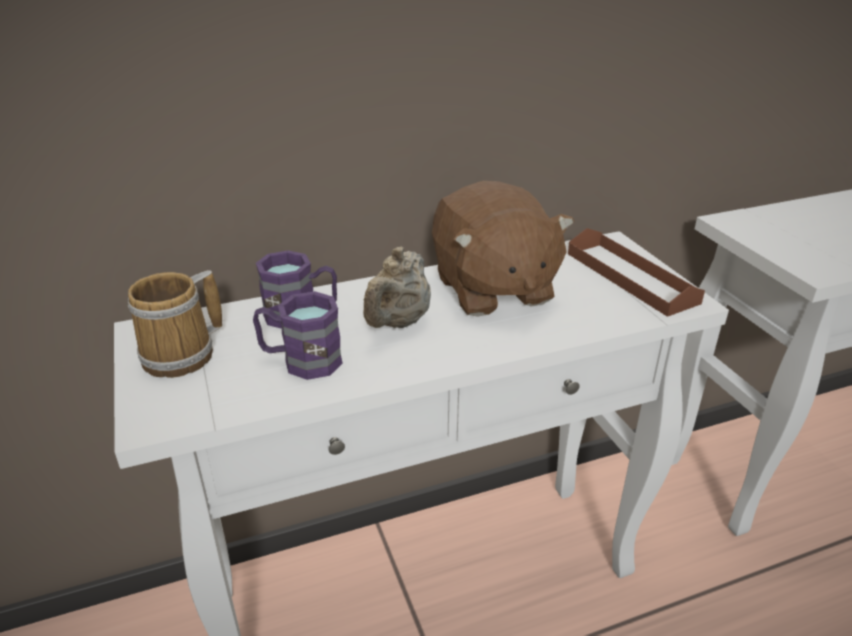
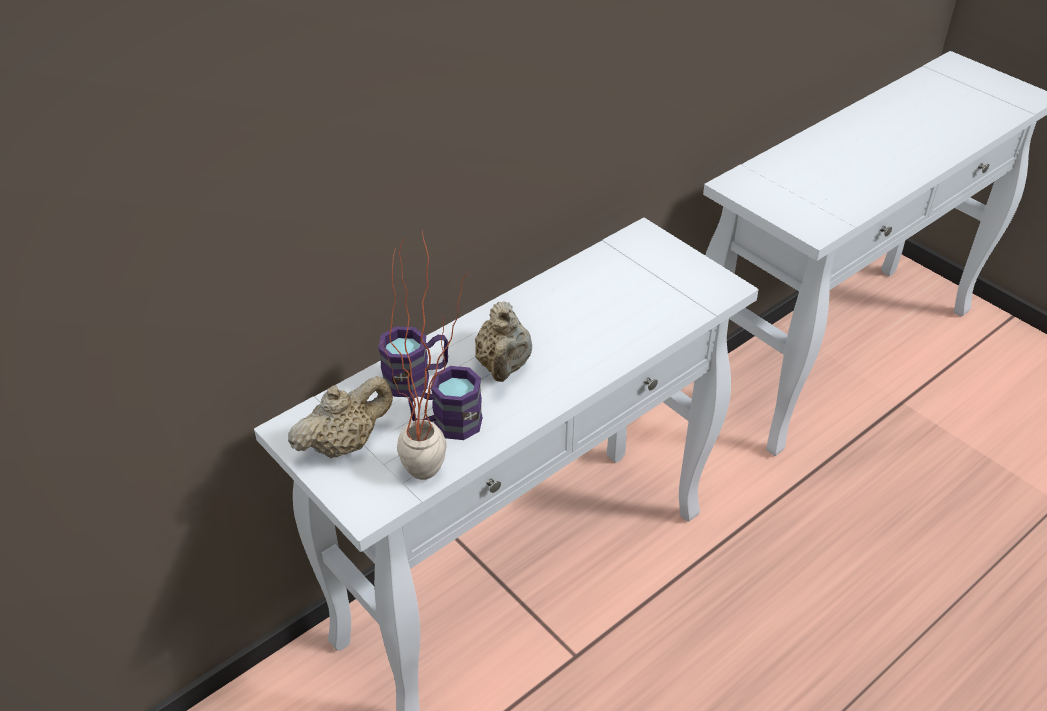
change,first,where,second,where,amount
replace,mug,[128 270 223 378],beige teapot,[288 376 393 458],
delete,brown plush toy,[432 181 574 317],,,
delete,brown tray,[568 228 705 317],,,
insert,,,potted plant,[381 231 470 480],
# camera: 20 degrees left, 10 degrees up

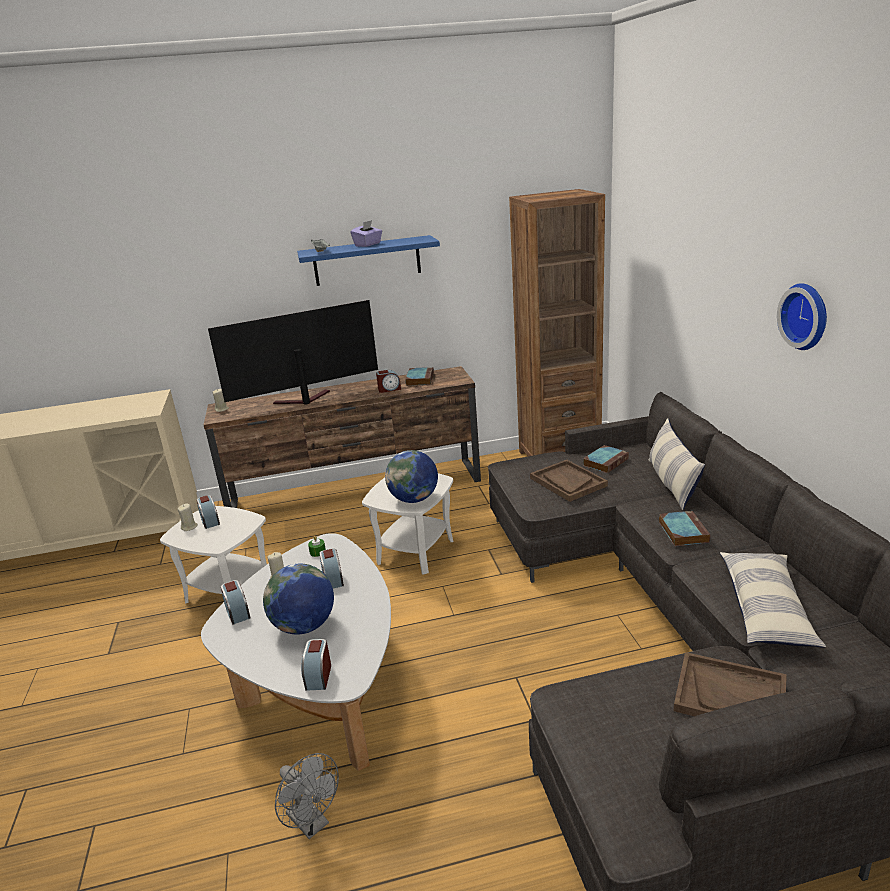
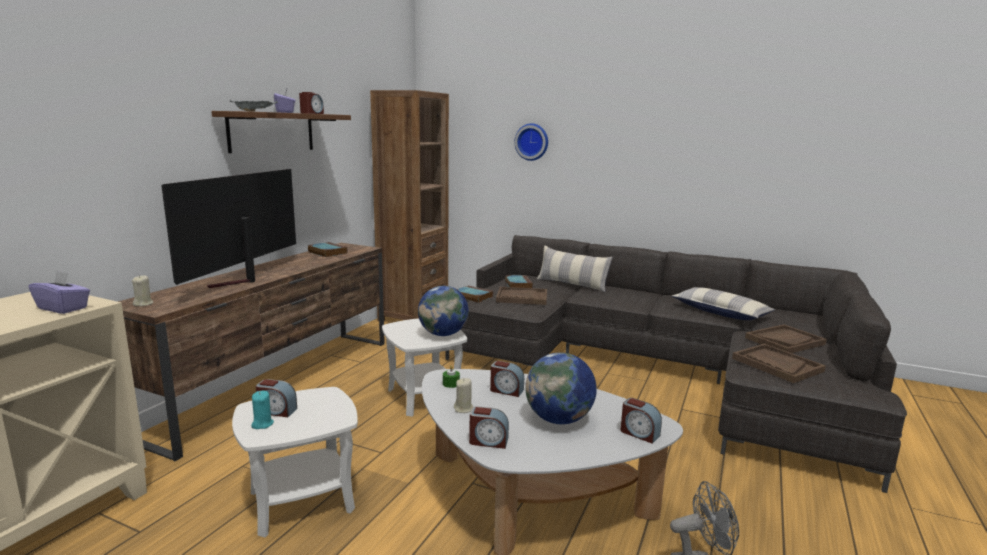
change,first,where,second,where,amount
recolor,beige candle,[178 504 198 531],turquoise candle,[251 391 274 429],
recolor,blue shelf,[297 235 440 286],brown shelf,[211 111 351 153],
move,alarm clock,[376 370 401 393],,[299 92 324 114],
move,book,[659 511 711 546],,[457 285 493 303],
move,wall clock,[777 283 827 350],,[514 123 548 161],
insert,,,purple tissue box,[29 271 90 314],
insert,,,brown tray,[732 344 826 383],
# camera: 55 degrees left, 10 degrees down

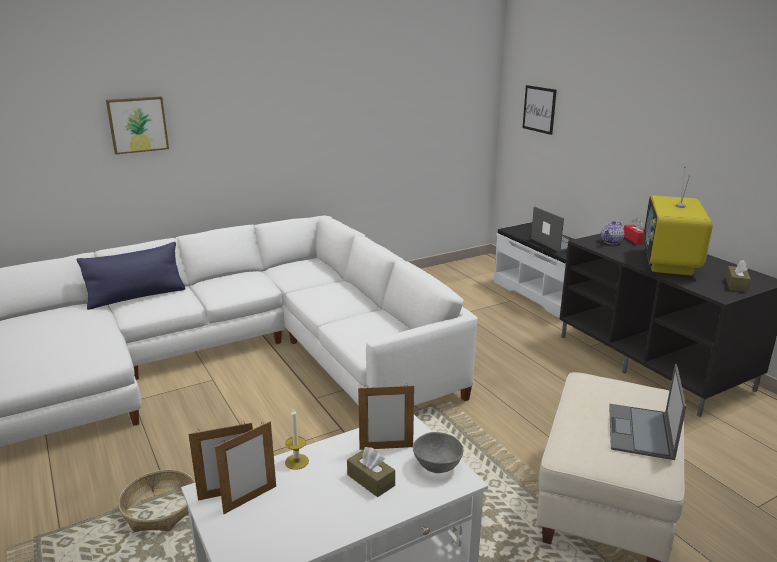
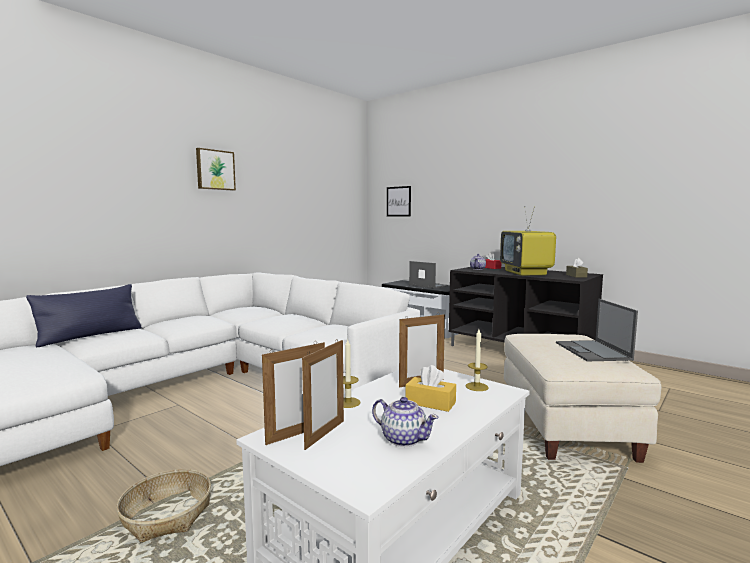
change,first,where,second,where,amount
move,picture,[106 96 169 154],,[196 148 236 190],
recolor,brown tissue box,[347 447 395 497],yellow tissue box,[405 365 456 412],
replace,grey bowl,[413 432 463 473],candle,[466 329 489 391],
insert,,,teapot,[372 397 439 447],
# camera: 20 degrees left, 15 degrees down

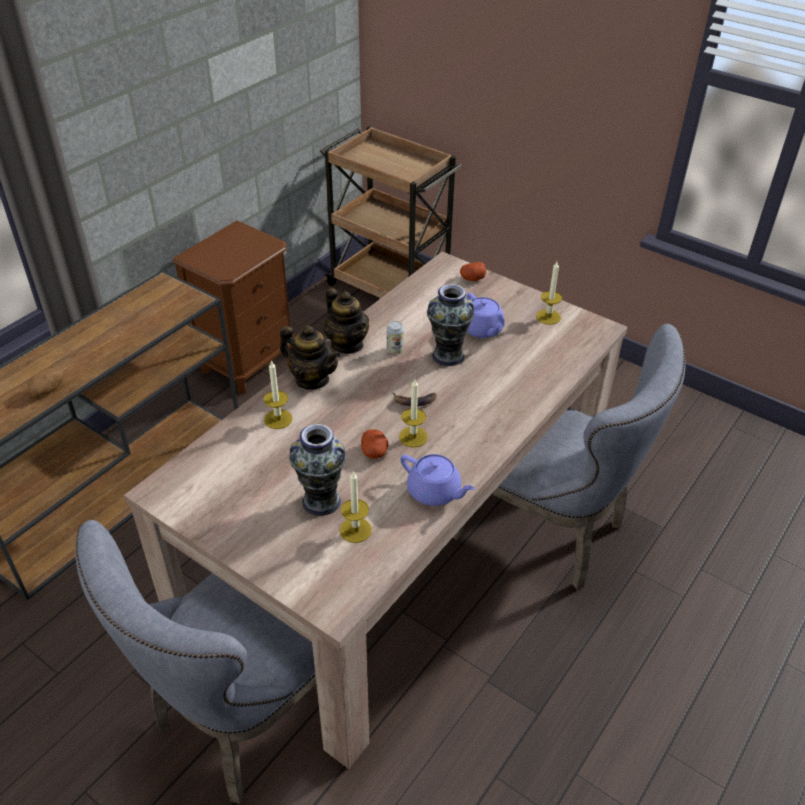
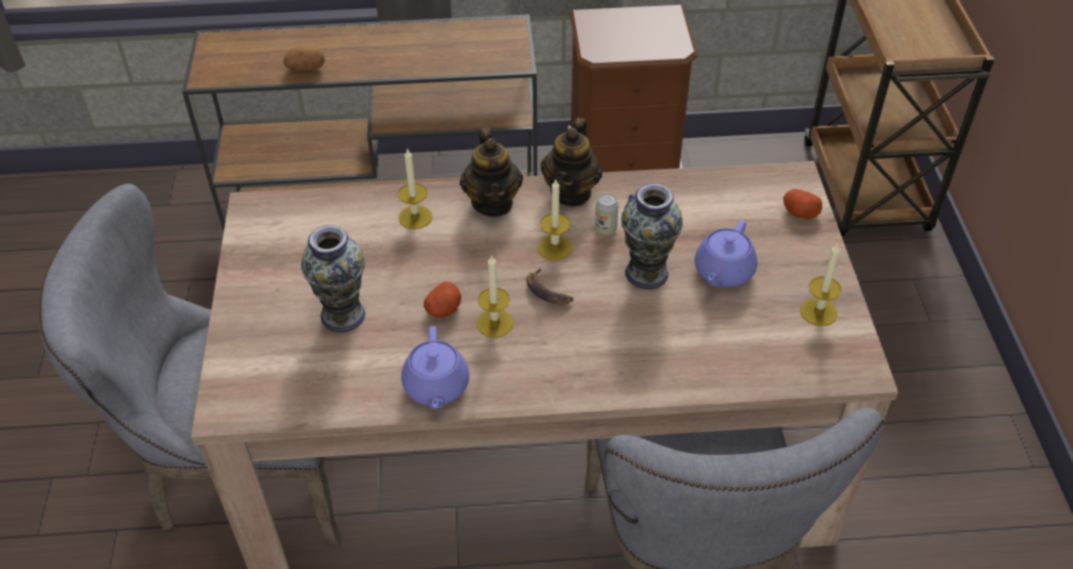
change,first,where,second,where,amount
move,candle,[339 472 372 543],,[538 178 572 260],
# camera: 50 degrees right, 5 degrees up

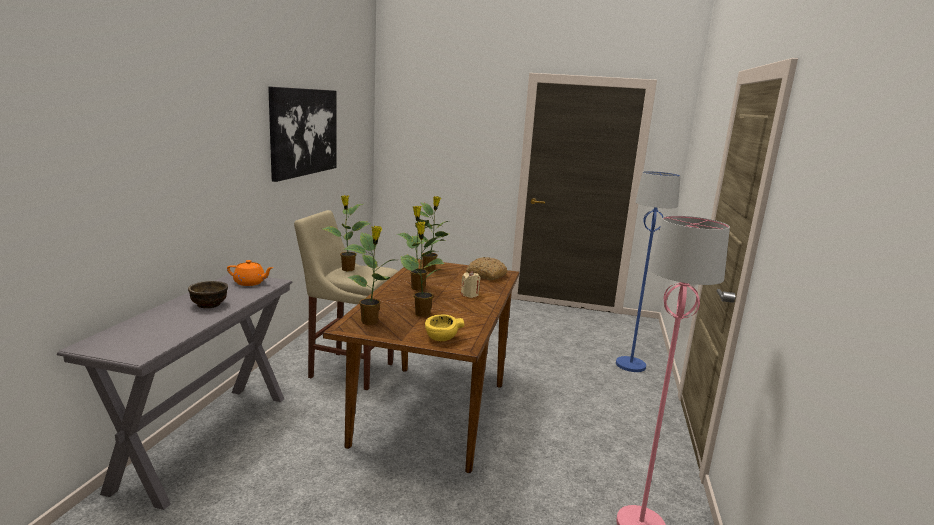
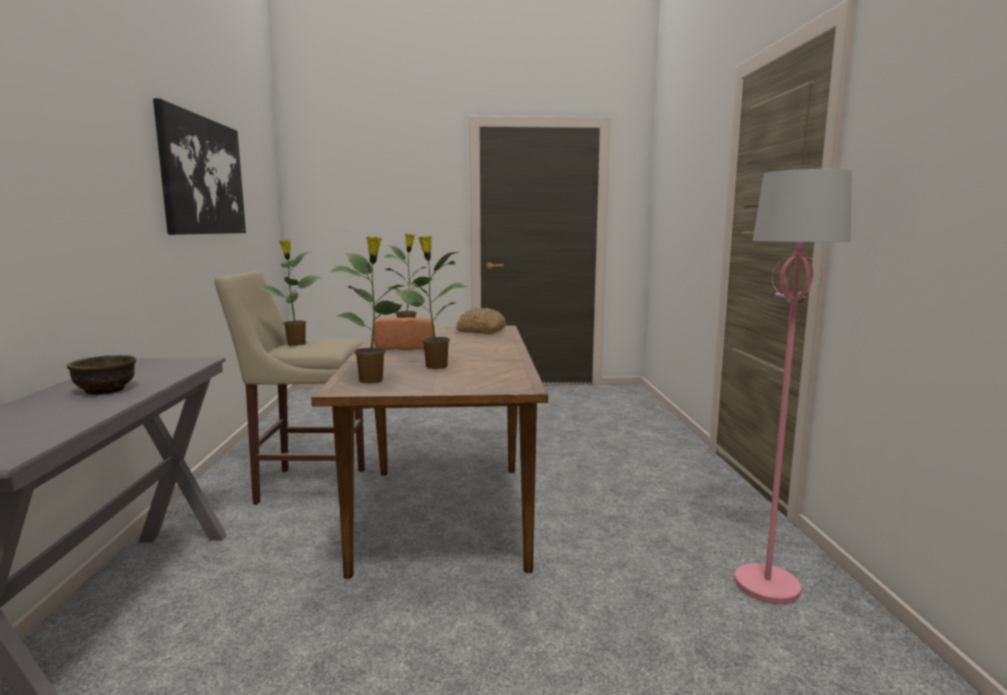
change,first,where,second,where,amount
delete,orange teapot,[227 260 274 286],,,
replace,potted plant,[397 206 441 291],bread,[374 318 434 350],
delete,yellow bowl,[425 315 464 341],,,
delete,beige candle,[461 271 481 298],,,
delete,blue floor lamp,[616 171 681 372],,,
# camera: 15 degrees left, 5 degrees down

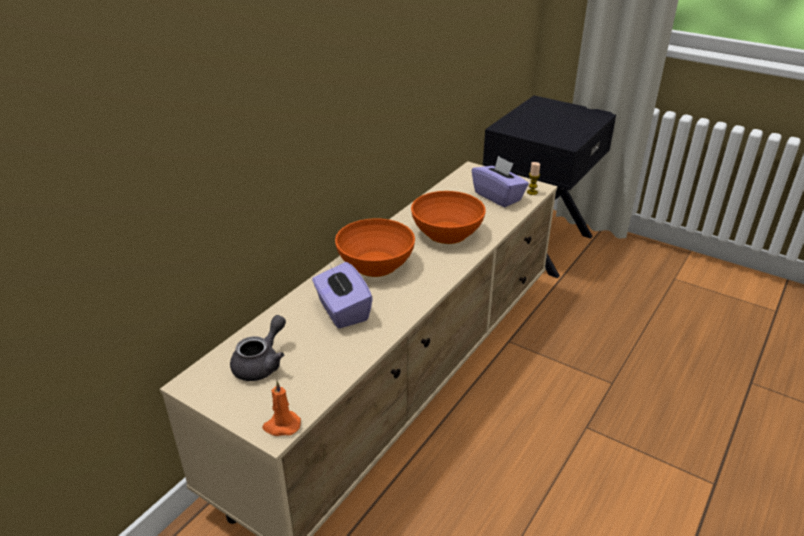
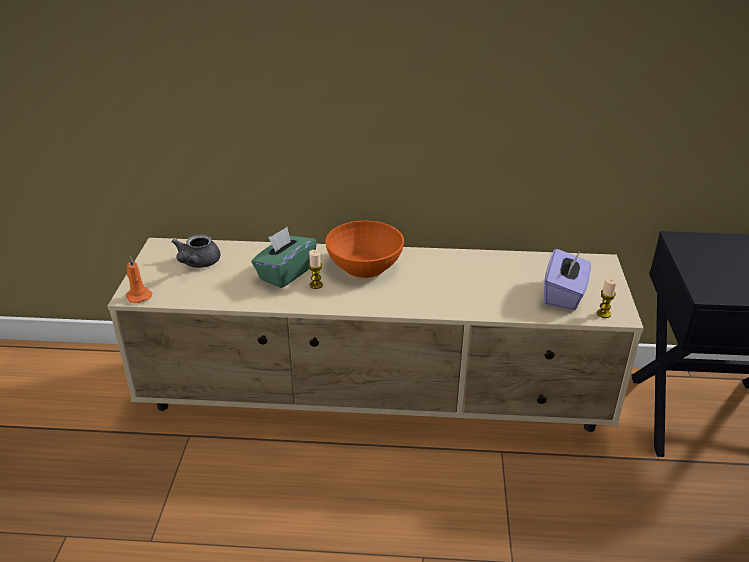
change,first,where,second,where,amount
rotate,grey teapot,[230 315 286 381],,[171 234 221 268],105 degrees clockwise
recolor,purple tissue box,[312 262 373 329],green tissue box,[251 227 317 288],
delete,orange bowl,[411 191 486 244],,,
insert,,,candle,[309 250 323 289],
# camera: 60 degrees right, 0 degrees up

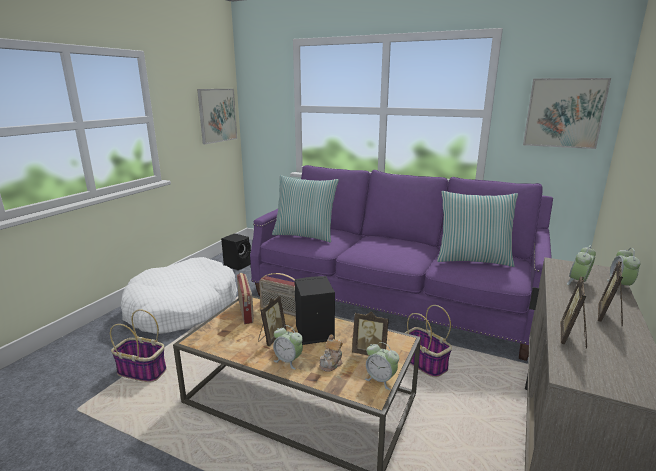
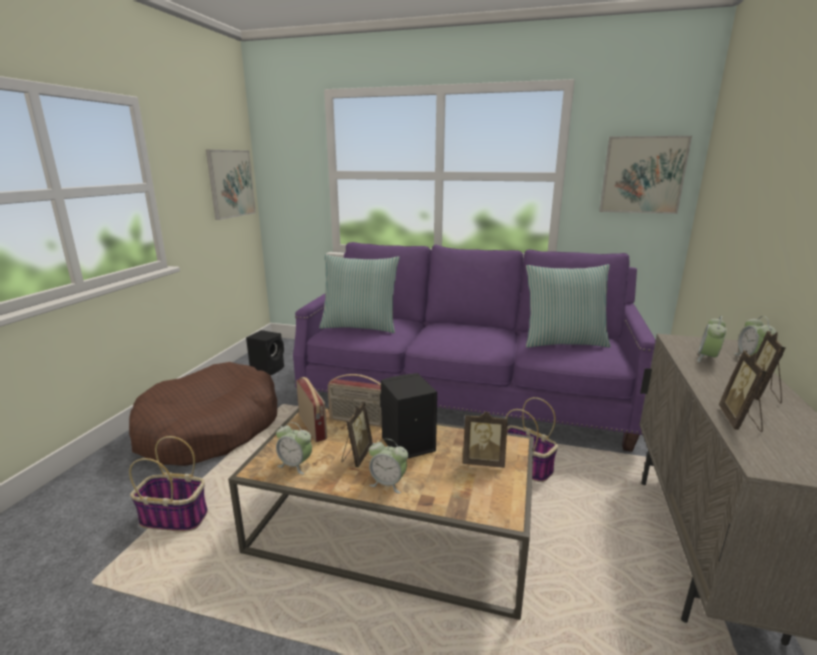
change,first,where,second,where,amount
recolor,white dog bed,[121 257 237 334],brown dog bed,[129 362 277 466],
delete,teapot,[320 334 343 372],,,
move,alarm clock,[365 342 399 390],,[276 422 312 474],
# camera: 10 degrees left, 0 degrees up

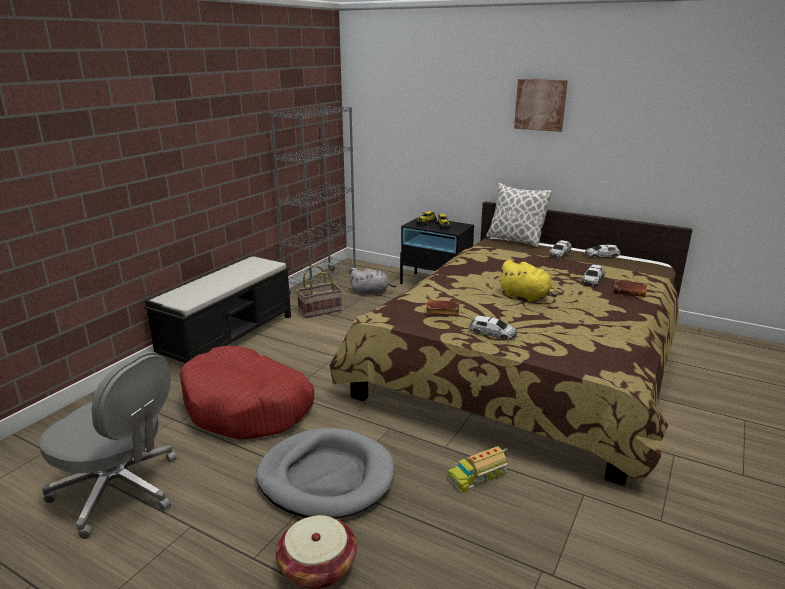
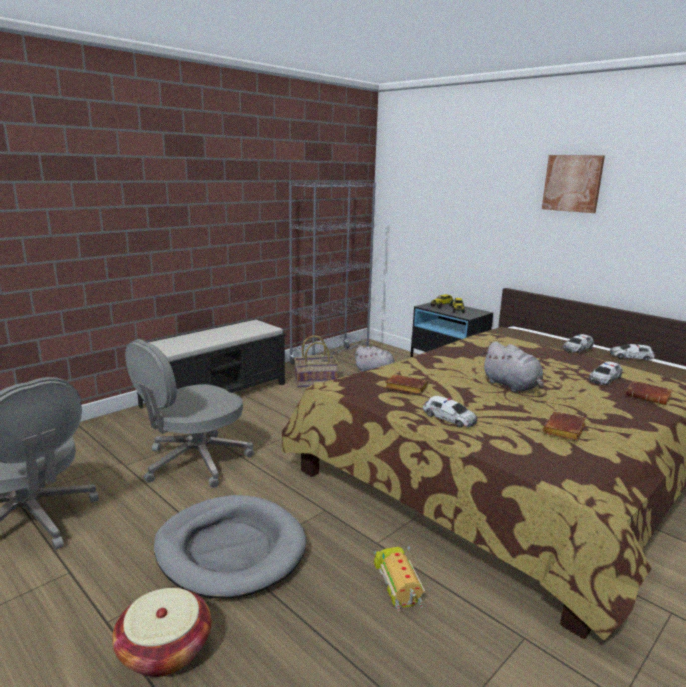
change,first,where,second,where,amount
replace,red dog bed,[180 346 314 440],grey office chair,[125 339 254 488],
rotate,toy truck,[447 446 508 493],,[374 546 425 611],90 degrees clockwise
delete,pillow,[486 183 552 247],,,
recolor,yellow plush toy,[498 260 557 302],grey plush toy,[482 341 544 392],
insert,,,brown book,[543 411 586 441],
# camera: 15 degrees right, 5 degrees down

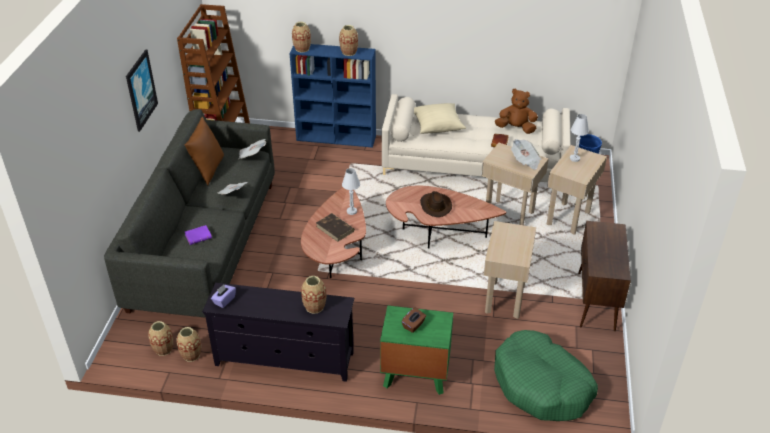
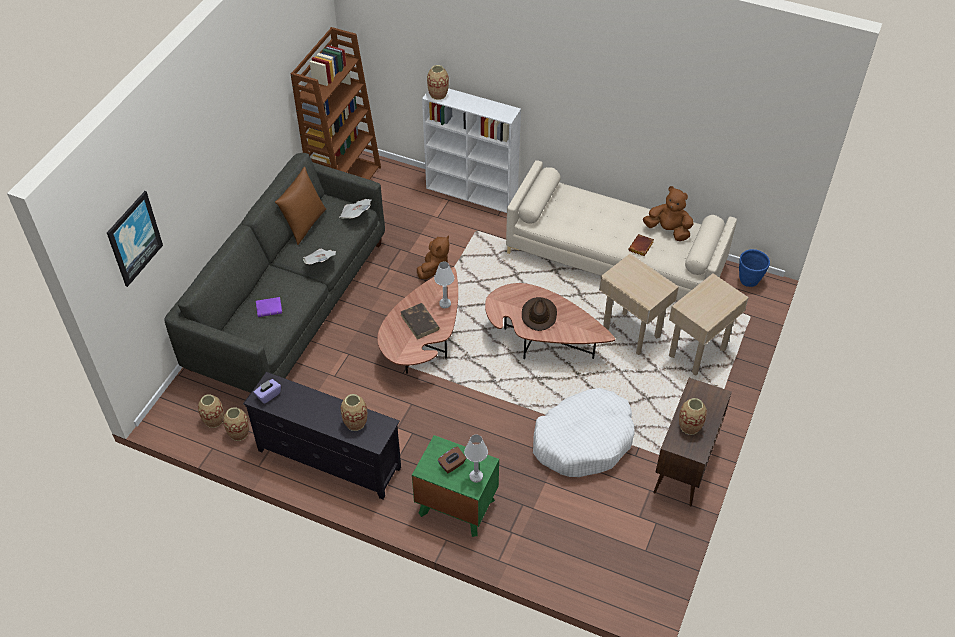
change,first,where,second,where,amount
move,picture,[126 49 158 132],,[107 191 163 287],
recolor,blue bookcase,[289 44 376 148],white bookcase,[422 88 521 213],
move,vase,[339 25 358 56],,[679 398 707 435],
delete,beige pillow,[414 103 466 134],,,
replace,beige side table,[484 221 536 319],white dog bed,[533 388 635 477],
delete,green dog bed,[494 330 598 421],,,
delete,newspaper,[511 139 542 170],,,
move,white table lamp,[570 114 589 162],,[464 435 488 483],
insert,,,brown plush toy,[417 235 449 279],
# camera: 15 degrees right, 10 degrees up

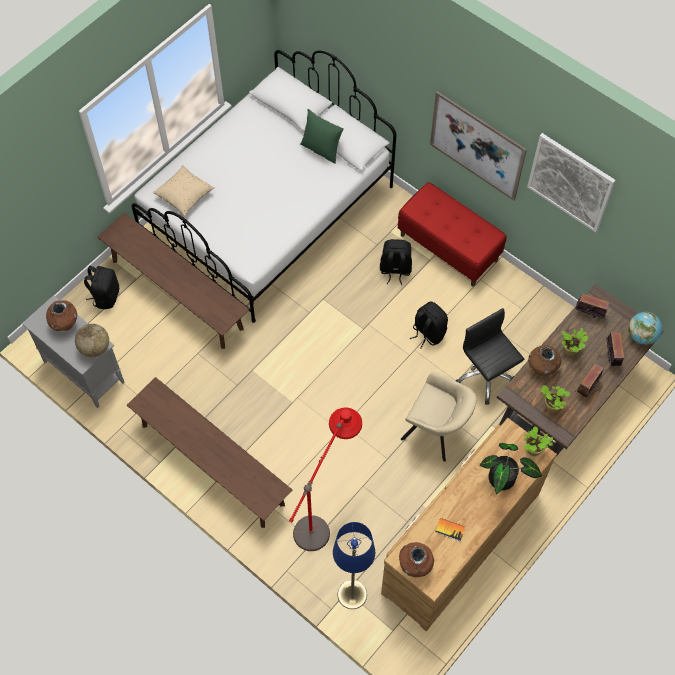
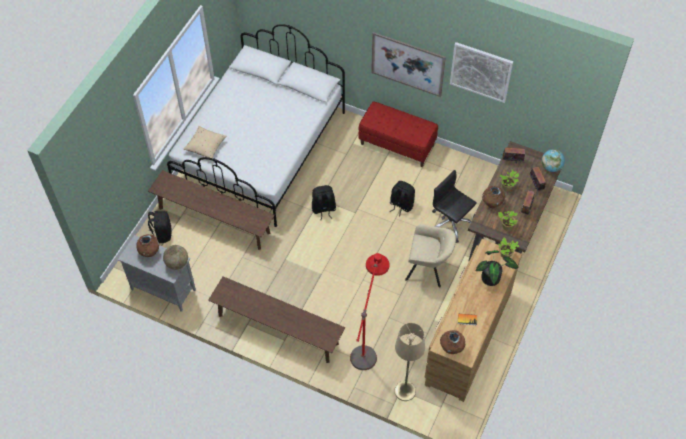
change,first,where,second,where,amount
delete,green pillow,[300 109 344 164],,,
recolor,blue floor lamp,[333 522 375 609],beige floor lamp,[394 323 425 401],
move,black backpack,[380 239 412 285],,[312 185 336 220],
# camera: 15 degrees left, 5 degrees down

